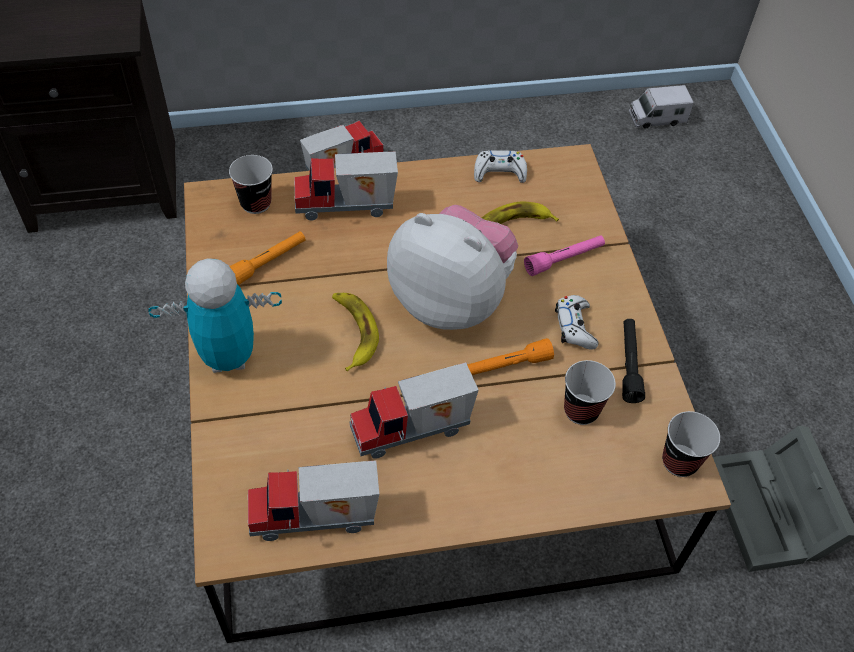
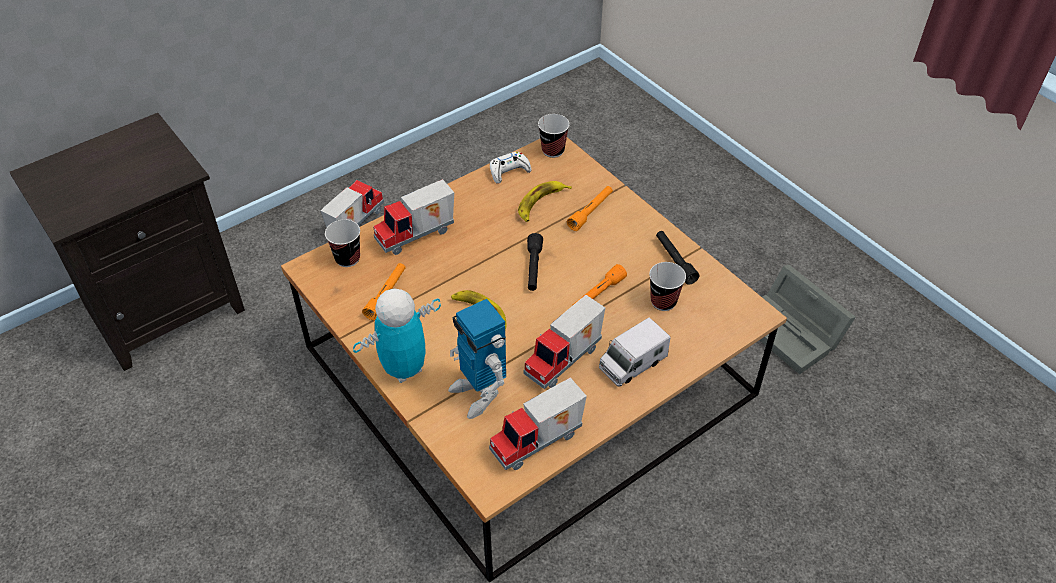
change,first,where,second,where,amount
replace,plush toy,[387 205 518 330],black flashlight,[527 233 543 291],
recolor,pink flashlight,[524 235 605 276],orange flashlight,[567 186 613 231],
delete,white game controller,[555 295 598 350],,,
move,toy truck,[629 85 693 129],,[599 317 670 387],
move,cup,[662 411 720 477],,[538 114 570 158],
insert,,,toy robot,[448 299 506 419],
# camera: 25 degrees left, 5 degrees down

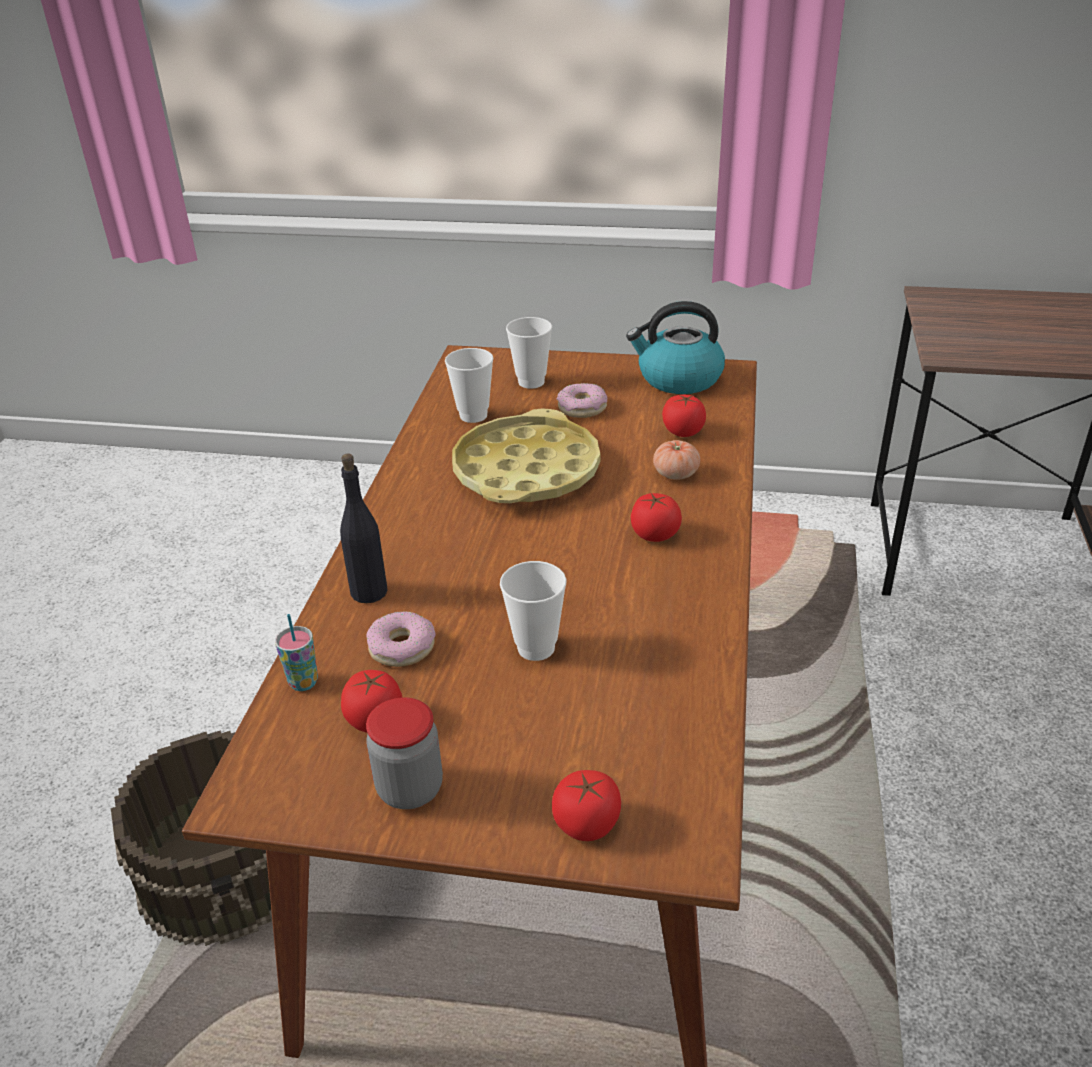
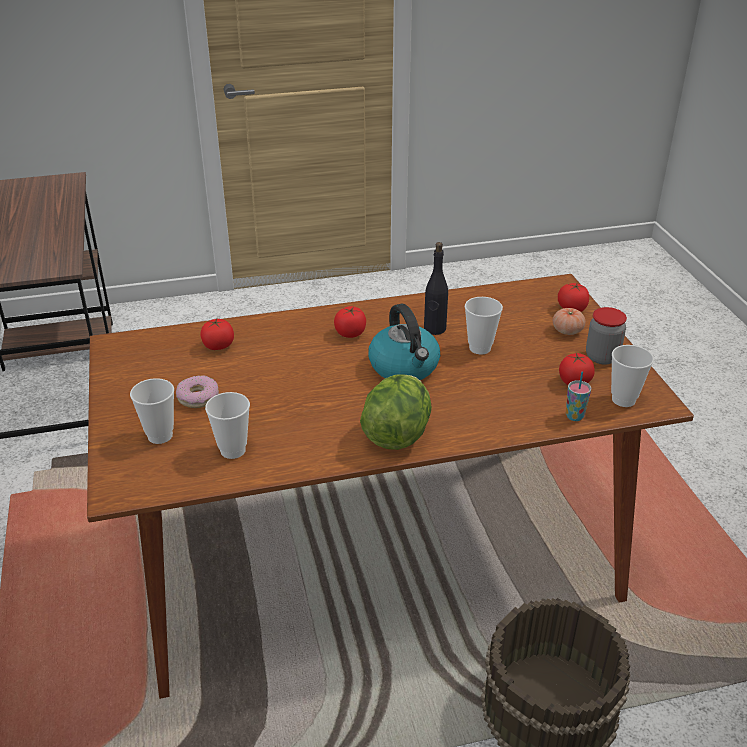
change,first,where,second,where,amount
move,black bottle,[340 454 388 603],,[424 242 448 335],
delete,donut,[366 611 436 667],,,
delete,yellow tray,[452 408 600 503],,,
move,kettle,[626 301 725 394],,[368 304 440 380],
move,tomato,[653 440 700 480],,[553 308 586 335],
insert,,,lettuce,[360 374 432 450],
insert,,,cup,[611 345 654 407],
# camera: 115 degrees left, 0 degrees up

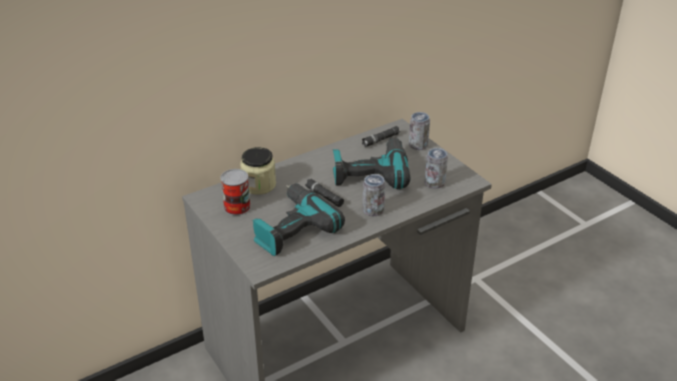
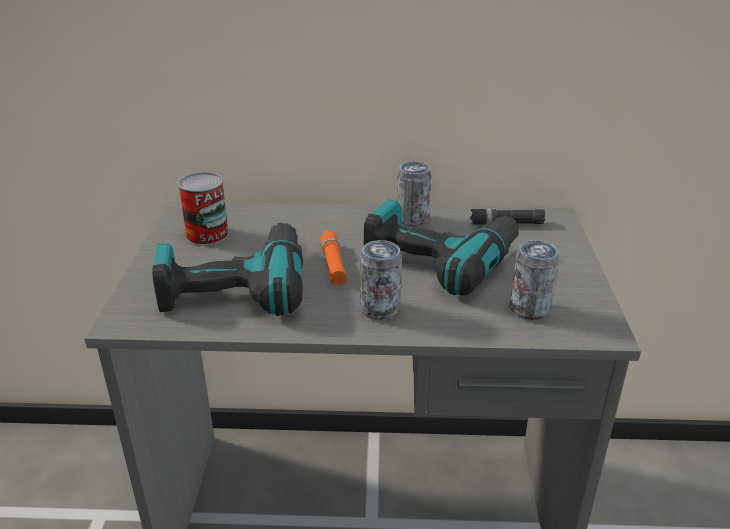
change,first,where,second,where,amount
delete,jar,[240 147 276 195],,,
recolor,black flashlight,[305 179 344 207],orange flashlight,[321 231 346 285],
move,can,[409 112 430 150],,[397 161 431 227],
# camera: 35 degrees right, 5 degrees down

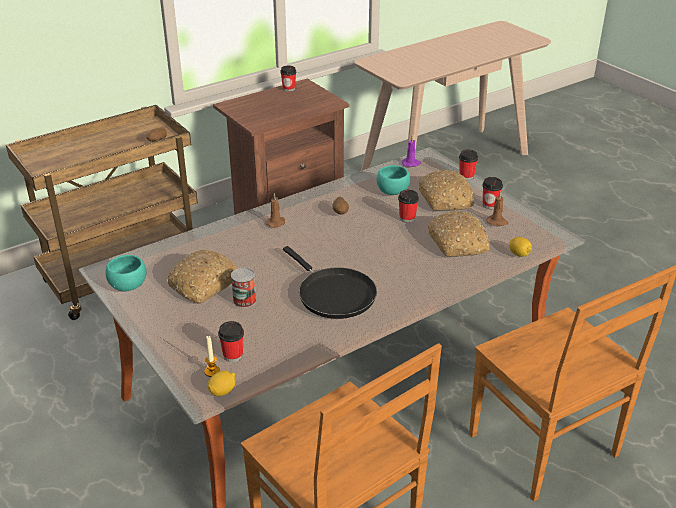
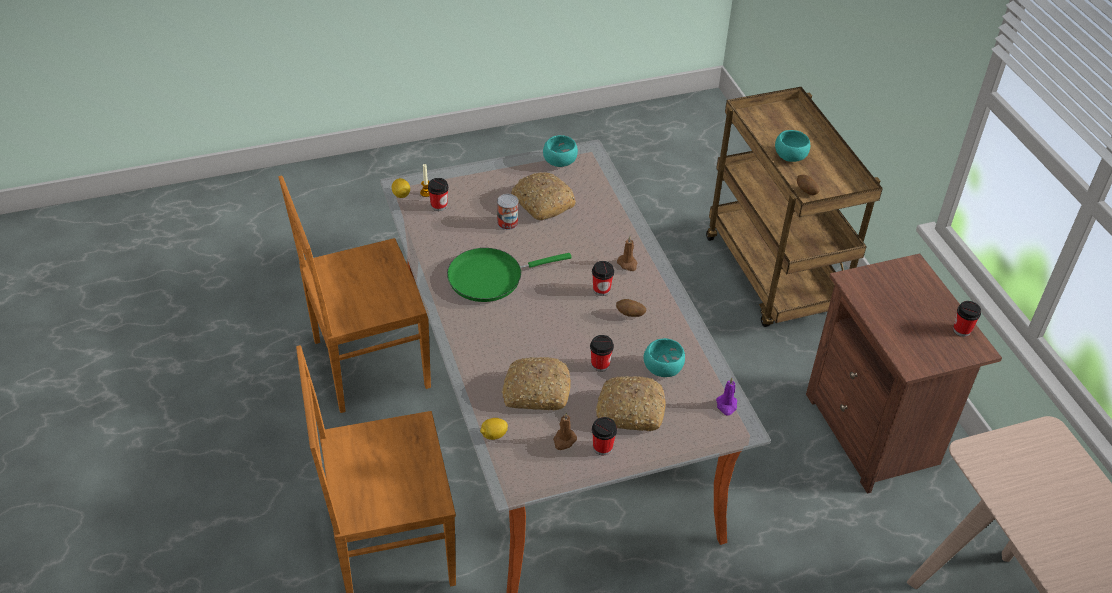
change,first,where,second,where,amount
recolor,black frying pan,[283 246 377 319],green frying pan,[447 248 572 302],
move,cup,[459 150 478 180],,[592 261 614 296],
insert,,,turquoise bowl,[775 130 810 162],
# camera: 105 degrees right, 10 degrees up

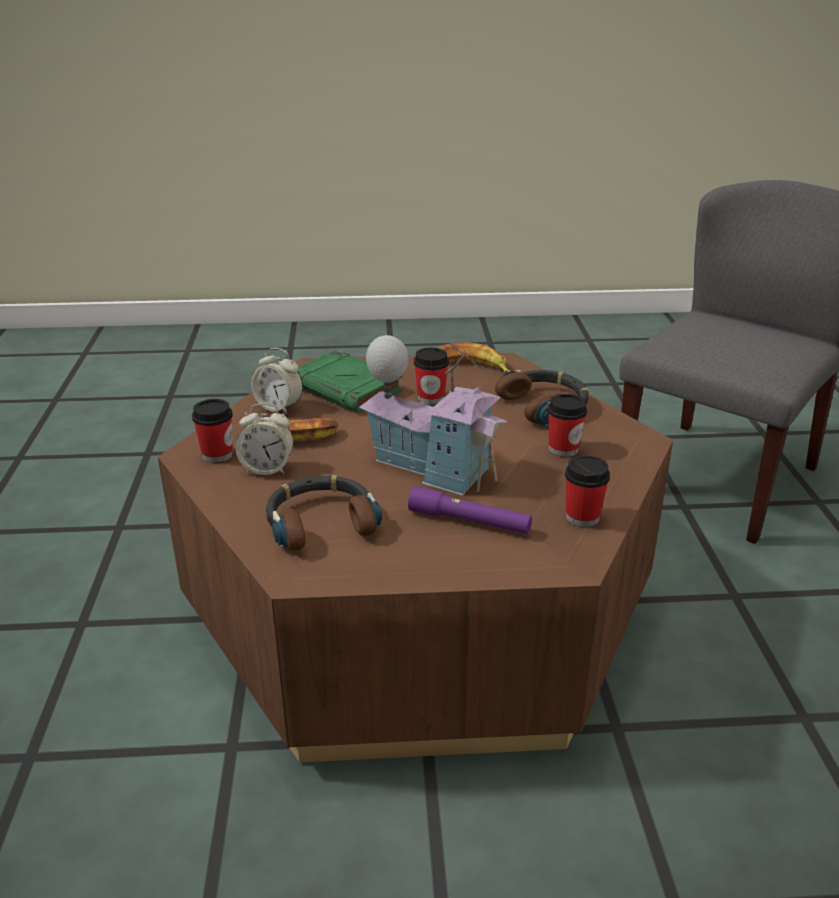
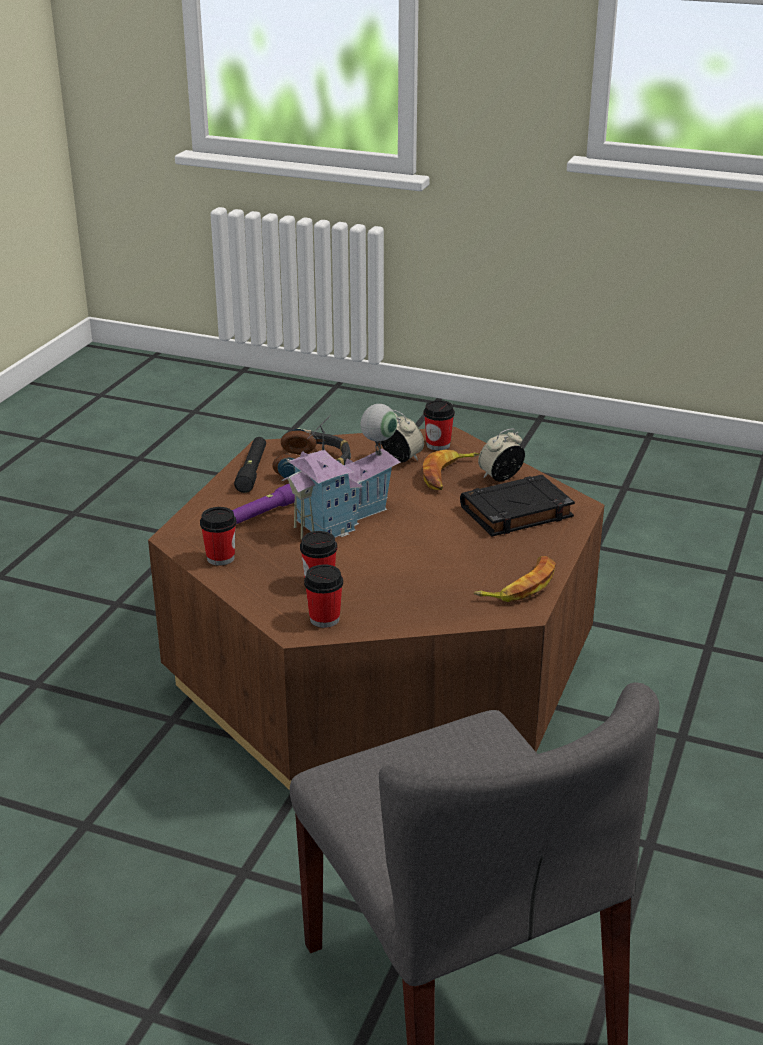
change,first,where,second,where,amount
rotate,alarm clock,[235 403 294 475],,[381 410 424 463],105 degrees clockwise
recolor,green book,[298 350 403 413],black book,[460 475 575 537],
move,cup,[414 347 449 405],,[304 564 343 628],
delete,headphones,[495 370 589 426],,,
insert,,,black flashlight,[234 437 266 493],
# camera: 115 degrees right, 0 degrees up

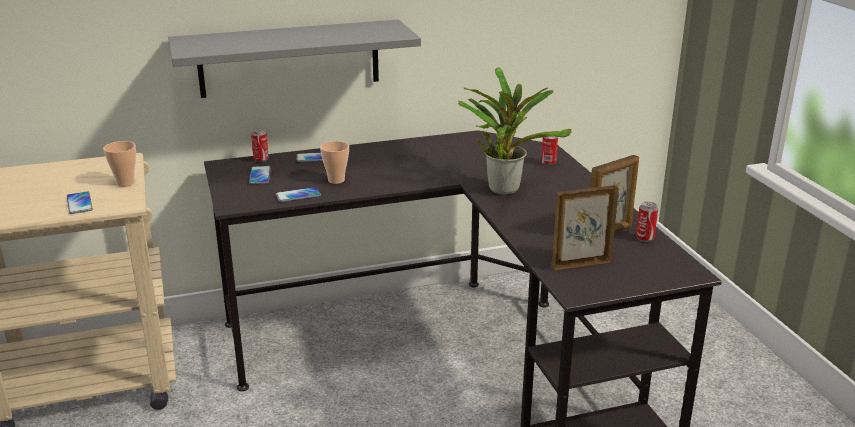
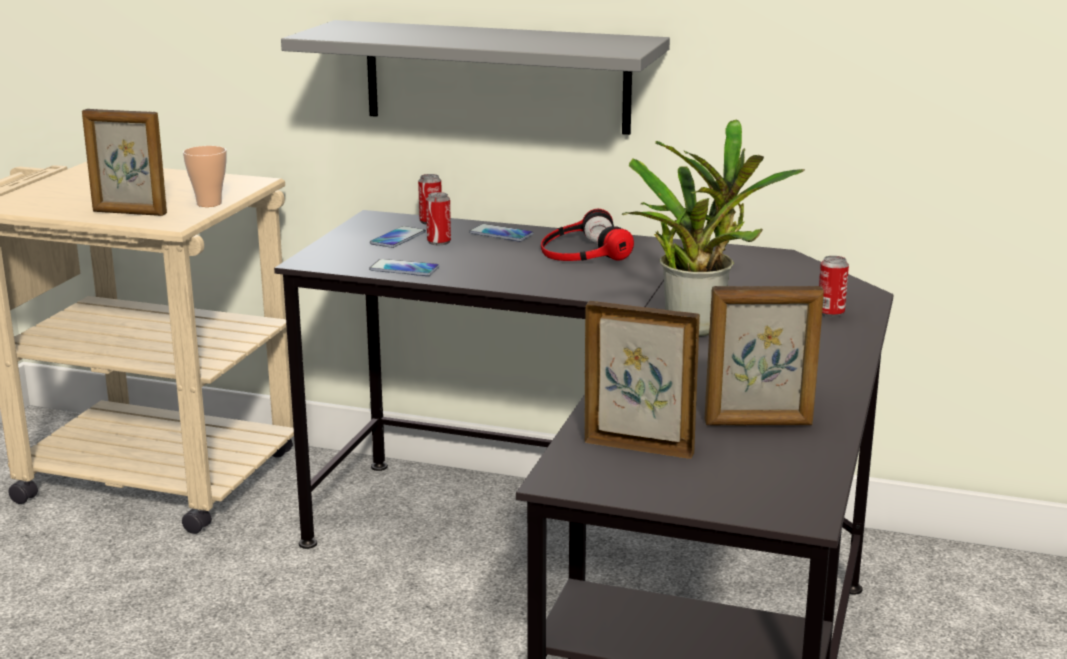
change,first,where,second,where,amount
replace,phone,[67 191 93 214],picture frame,[82 109 167 216],
delete,cup,[320 141 349 184],,,
move,can,[636 201 658 242],,[426 192 451 245],
insert,,,headphones,[541 209 634 261],
# camera: 35 degrees right, 5 degrees down

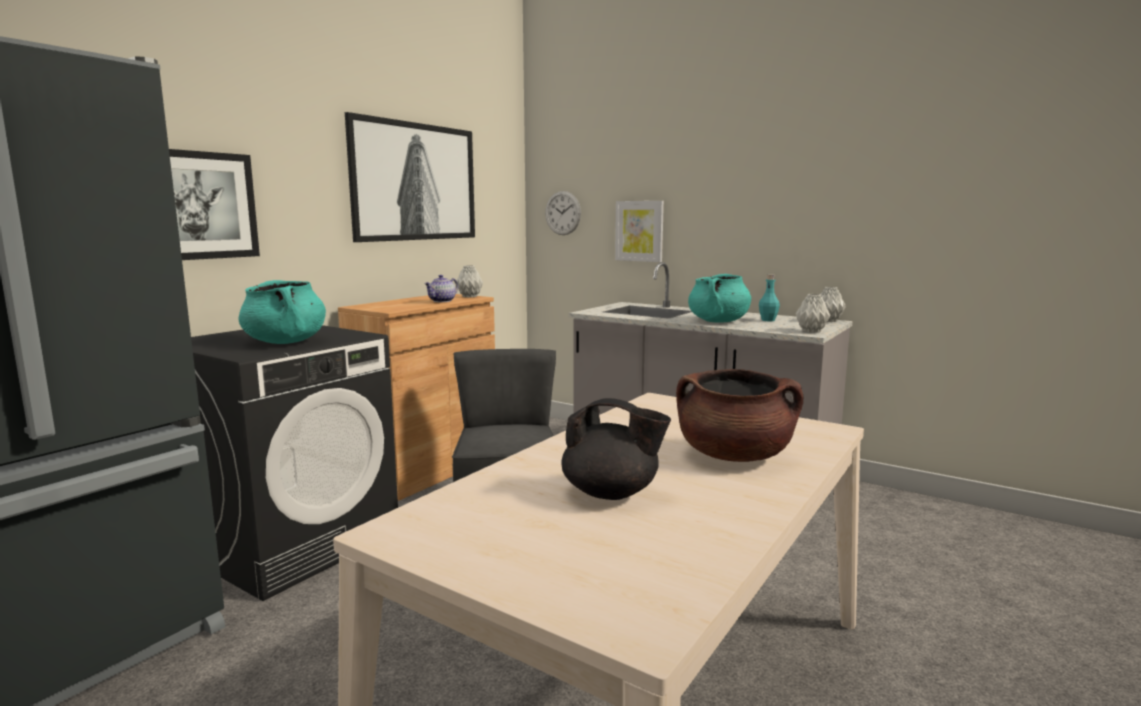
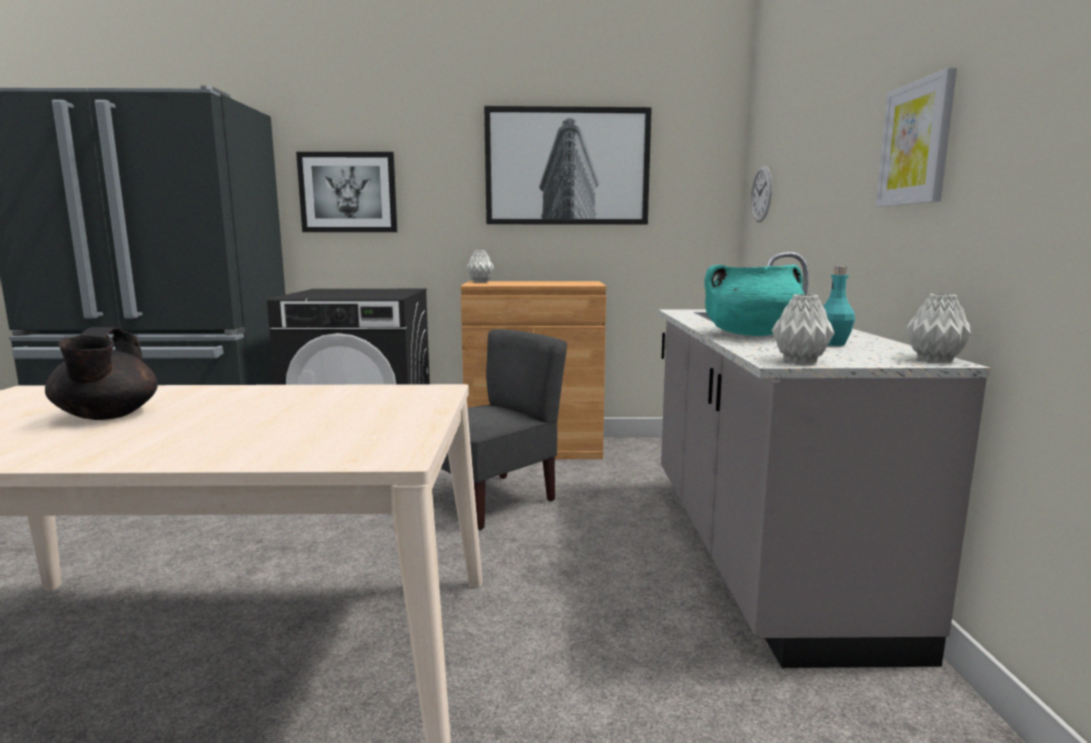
change,first,where,second,where,amount
delete,turquoise cooking pot,[238 280 326 344],,,
delete,teapot,[424 275 458 302],,,
move,grey vase,[457 265 483 298],,[466 250 494 283],
move,picture,[615 201 664 262],,[876 67 957 207],
delete,brown cooking pot,[676 369 803 462],,,
# camera: 55 degrees right, 0 degrees up

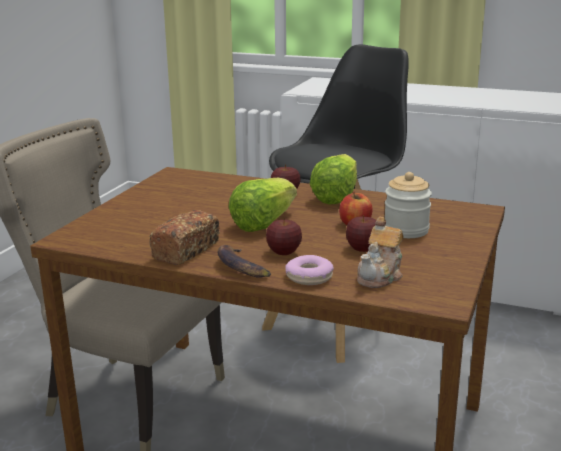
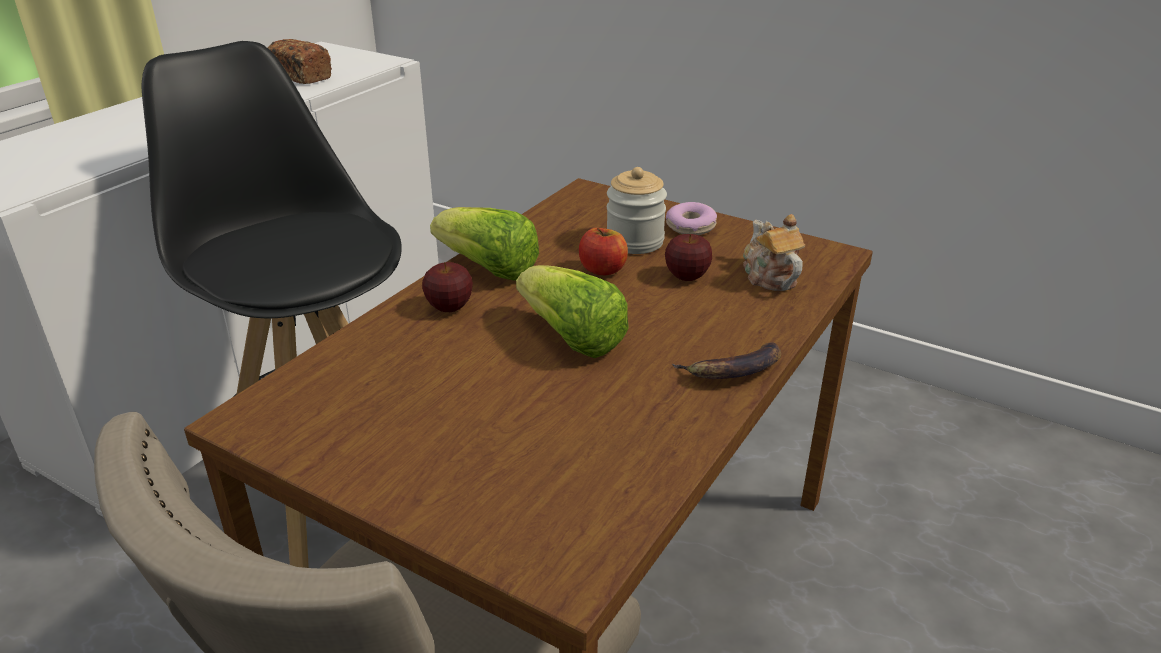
change,first,where,second,where,amount
move,bread,[149 210 220 265],,[267 39 332 84],
delete,apple,[266 218 302 255],,,
move,donut,[285 255 334 285],,[666 202 717 235],
rotate,teapot,[357 217 404 288],,[743 214 805 291],150 degrees counterclockwise
# camera: 80 degrees left, 10 degrees up

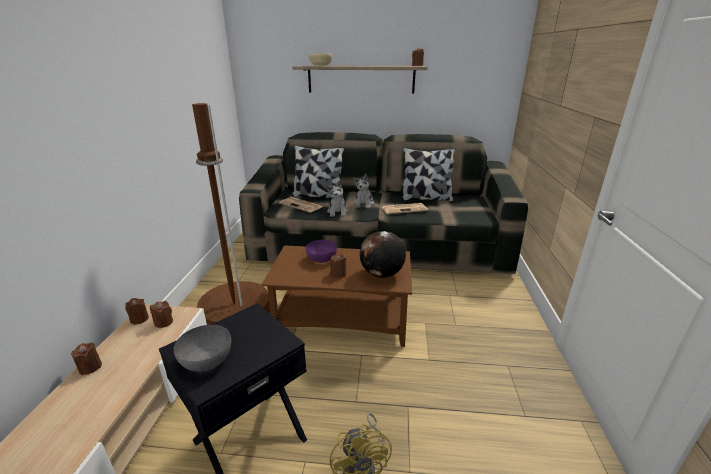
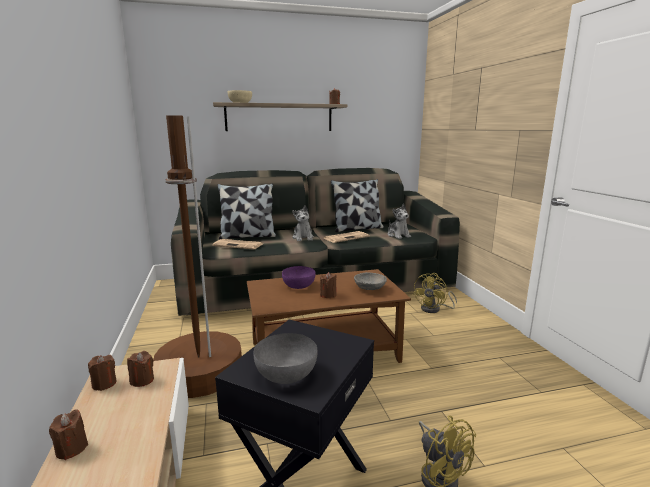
change,first,where,second,where,amount
move,plush toy,[326 180 348 217],,[388 204 411 239],
replace,globe,[360 231 406 278],grey bowl,[354 272 387 290],
insert,,,yellow fan,[413 273 457 313],
# camera: 20 degrees left, 10 degrees down

